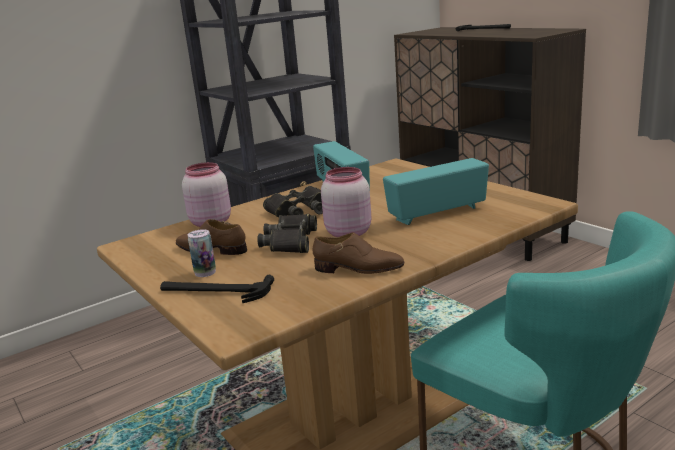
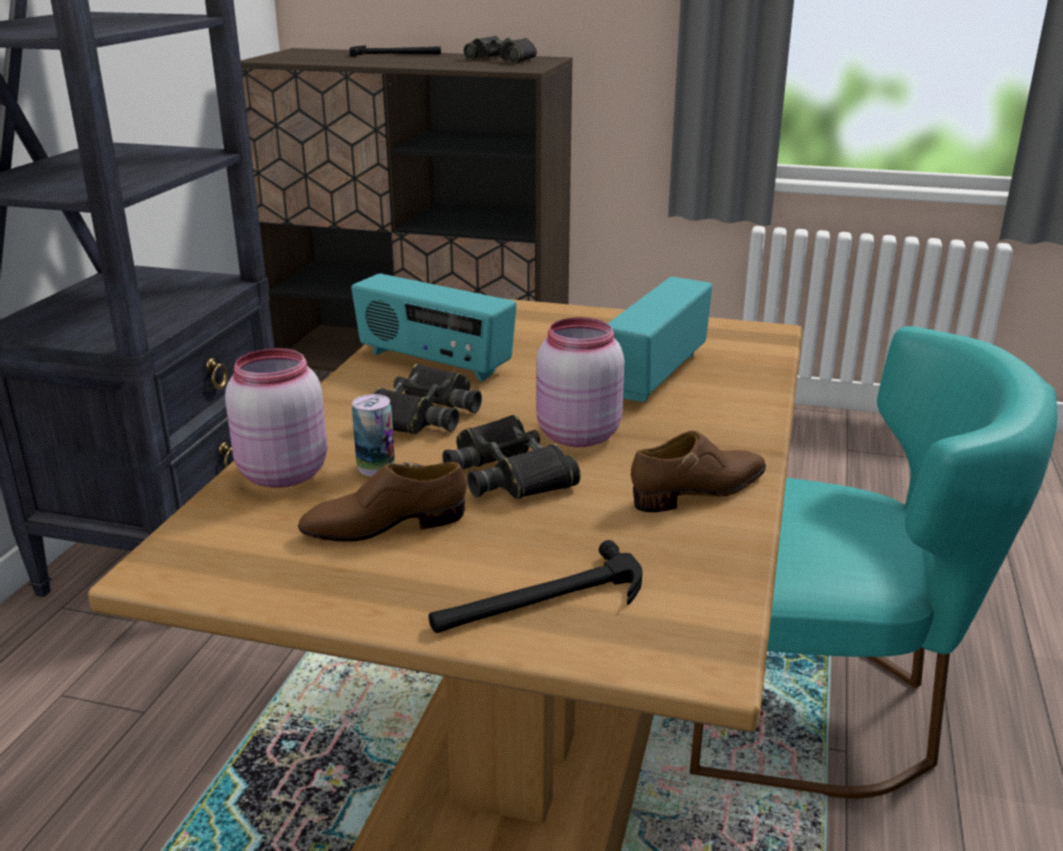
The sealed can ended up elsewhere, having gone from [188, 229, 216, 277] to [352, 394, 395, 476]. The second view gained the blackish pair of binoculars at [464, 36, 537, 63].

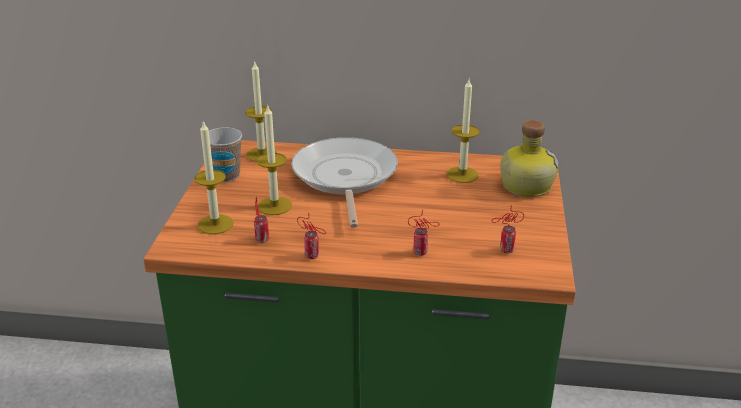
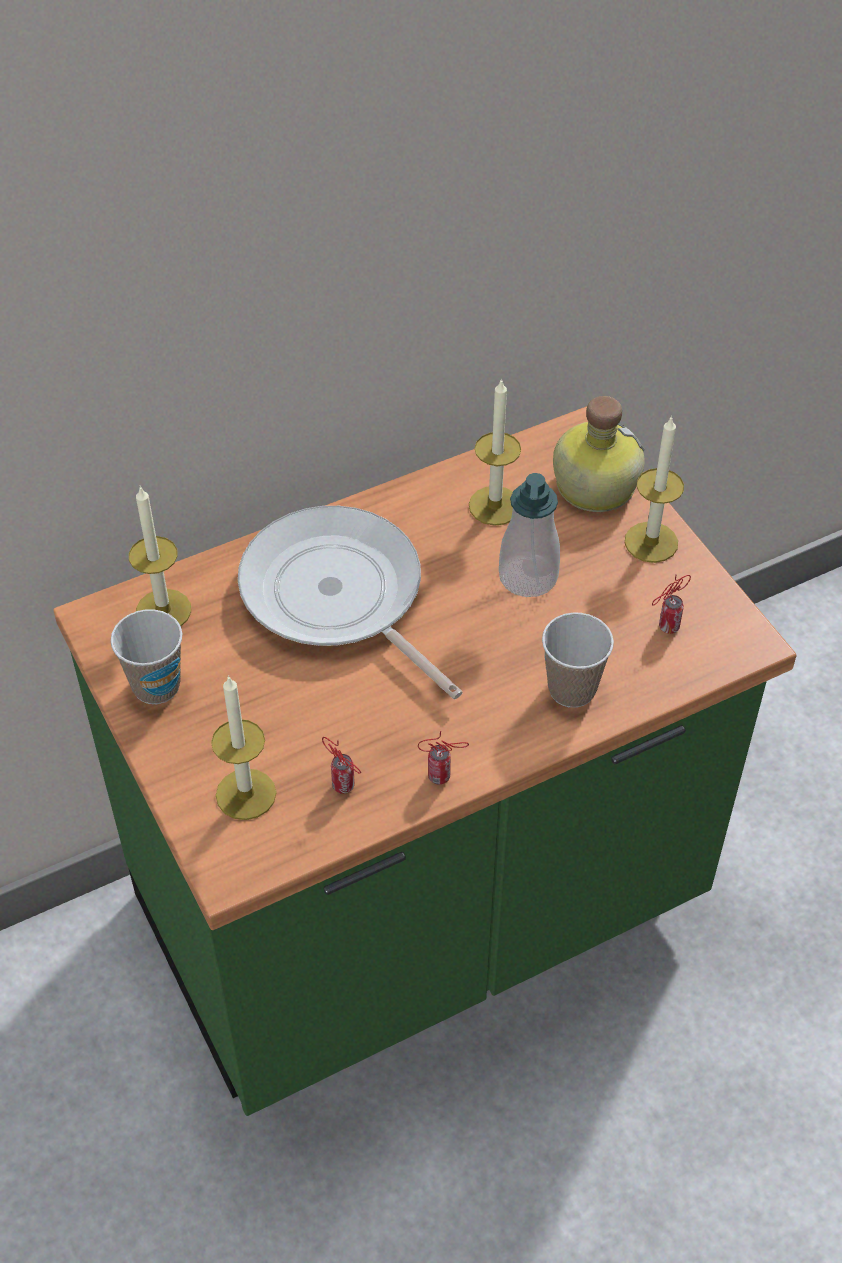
The wax light ended up elsewhere, having gone from [256, 104, 292, 215] to [625, 416, 684, 563]. Where the sealed can stood at [408, 210, 440, 256], the drinking cup came to stand at [542, 613, 614, 707]. The second view gained the liquid soap bottle at [499, 473, 560, 597].

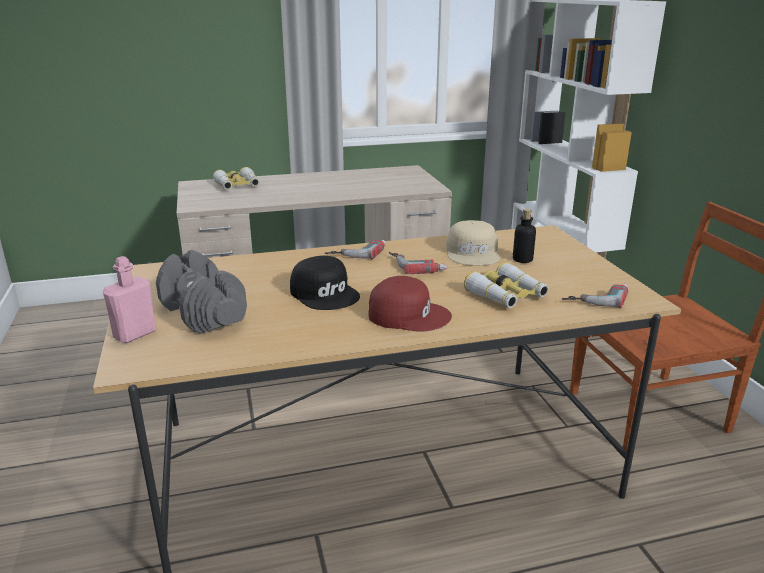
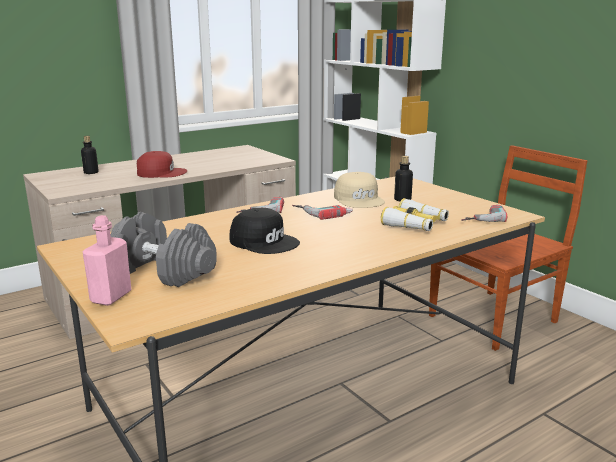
Where the pair of binoculars stood at [213, 167, 259, 190], the bottle came to stand at [81, 136, 99, 174]. The red-coloured baseball cap ended up elsewhere, having gone from [368, 276, 452, 332] to [137, 151, 187, 178].

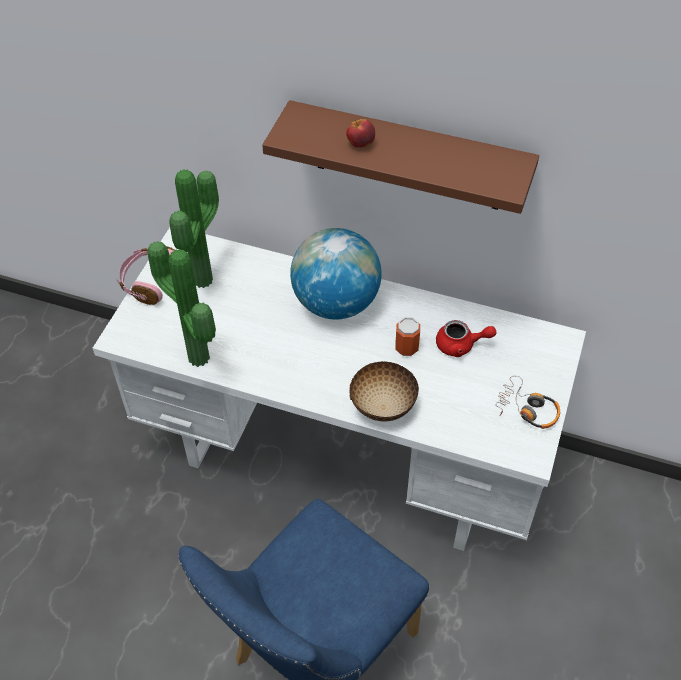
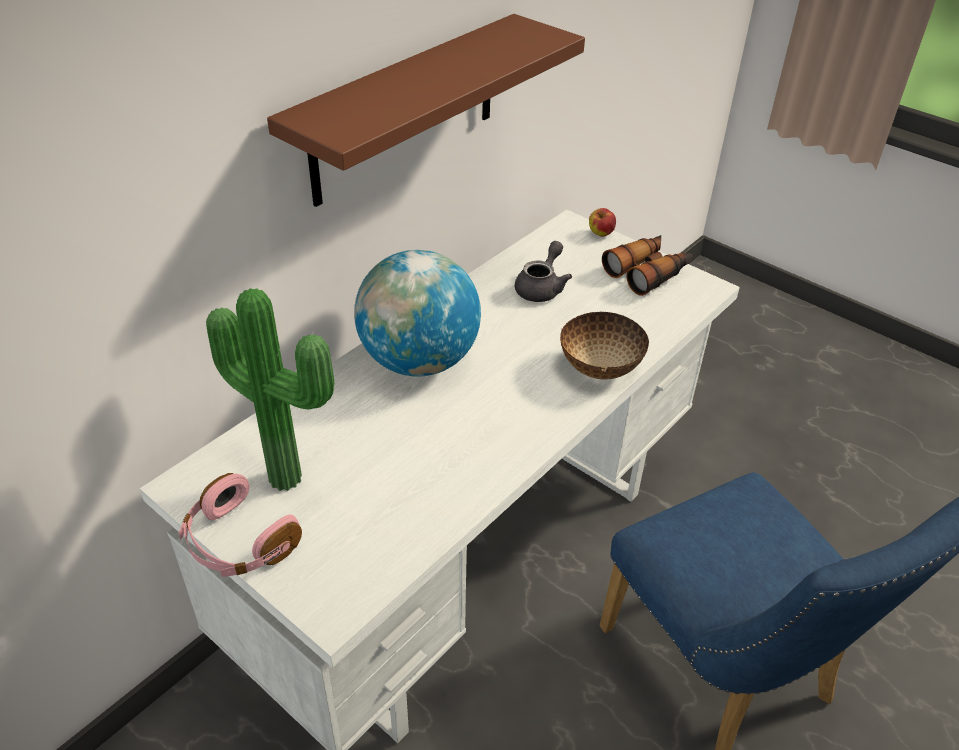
The second view lost the houseplant at [147, 241, 216, 367]. The apple fruit ended up elsewhere, having gone from [346, 119, 375, 148] to [589, 208, 616, 237]. The second view lost the sealed can at [395, 317, 420, 356]. What was the red-coloured tea pot at [436, 320, 497, 357] turned into the greyish tea pot at [515, 241, 572, 302]. Where the pair of headphones stood at [496, 376, 560, 429], the pair of binoculars came to stand at [602, 235, 693, 296].

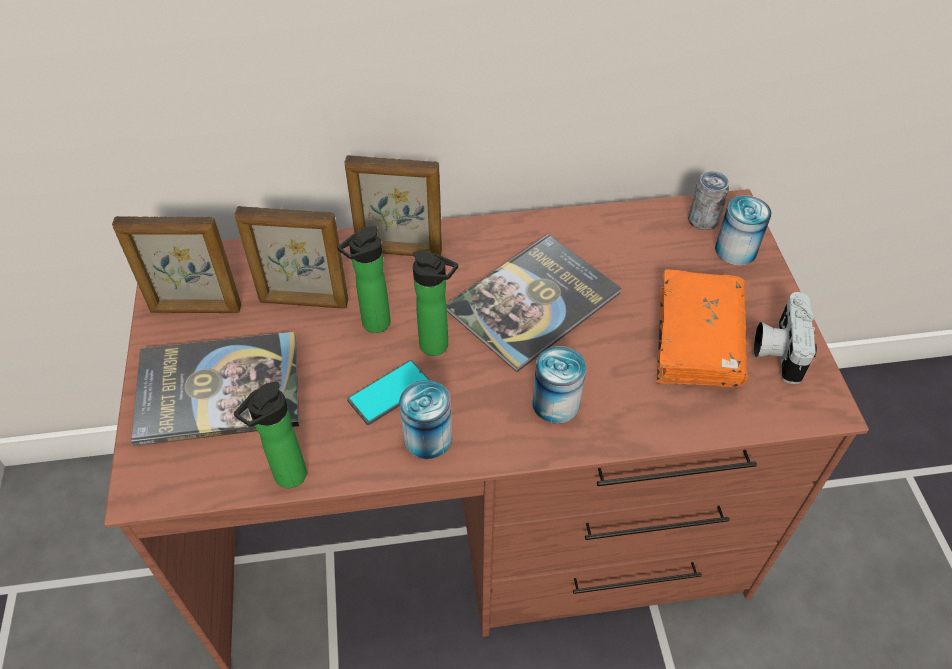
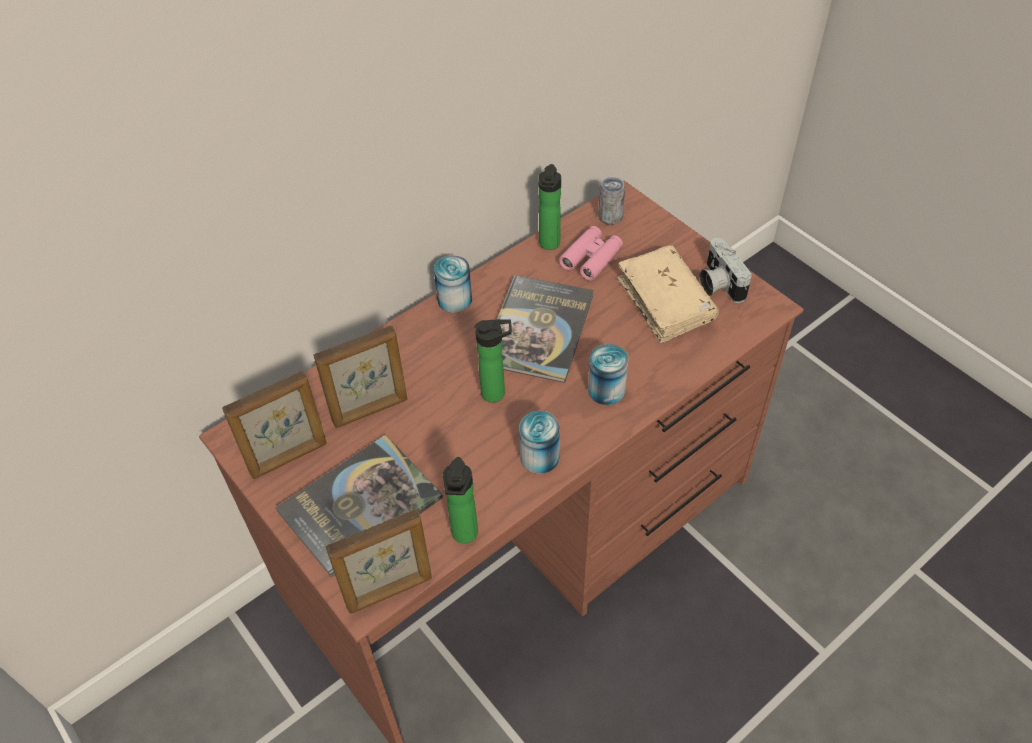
The bottle ended up elsewhere, having gone from [337, 226, 391, 333] to [539, 164, 561, 250]. The standing frame ended up elsewhere, having gone from [344, 155, 442, 256] to [325, 509, 432, 613]. The second view lost the handset at [347, 360, 431, 425]. What was the orange-coloured bound book at [656, 269, 748, 387] turned into the beige bound book at [618, 245, 719, 344]. The sealed can ended up elsewhere, having gone from [715, 195, 772, 266] to [434, 255, 472, 313]. The second view gained the pink pair of binoculars at [559, 226, 623, 281].

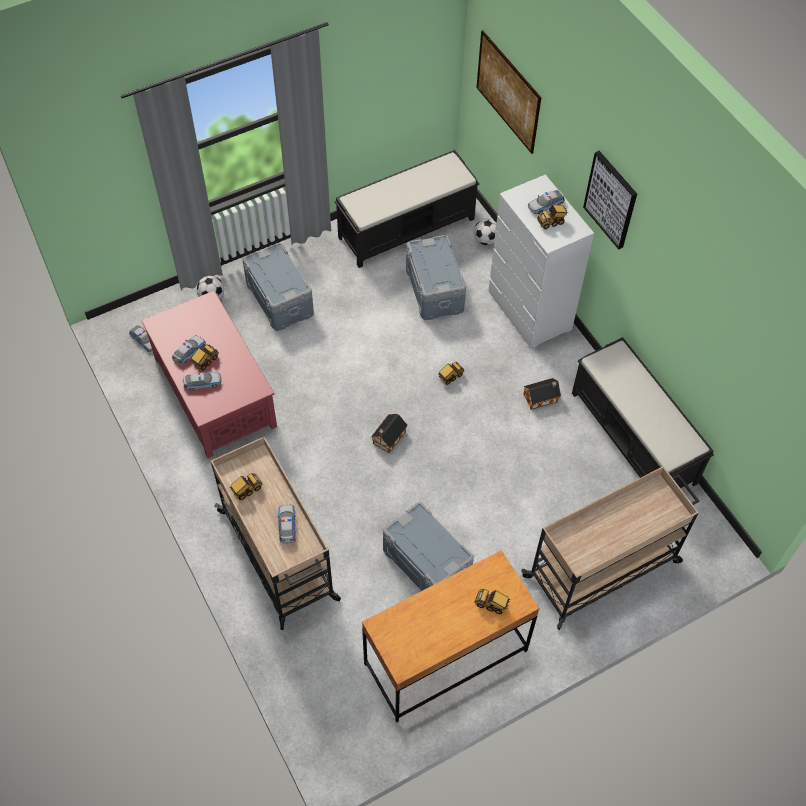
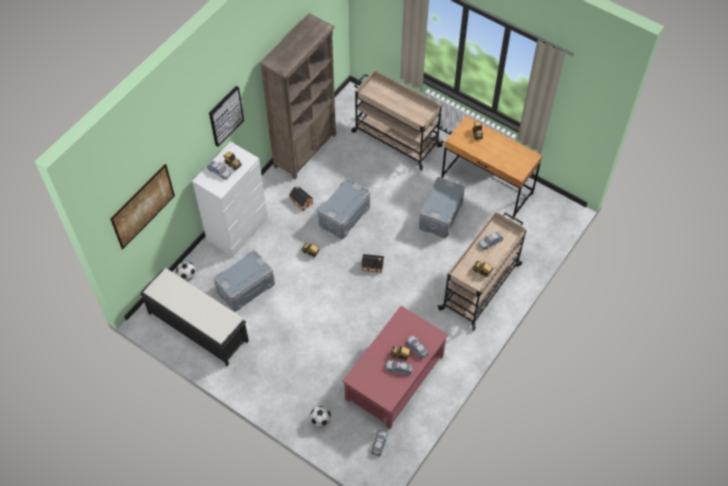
The greyish storage box ended up elsewhere, having gone from [242, 243, 314, 331] to [318, 178, 370, 239]. Where the blackish bench stood at [572, 337, 714, 488], the brown-coloured bookcase came to stand at [259, 13, 336, 179].

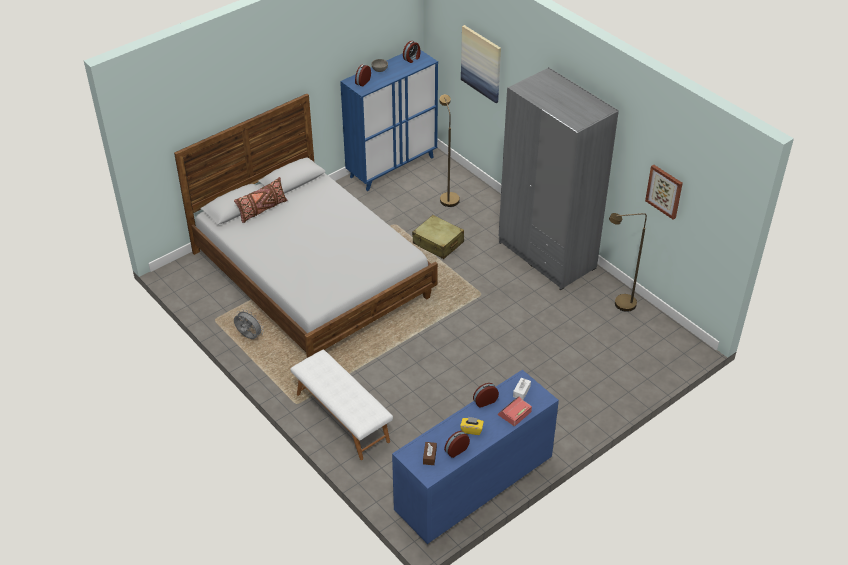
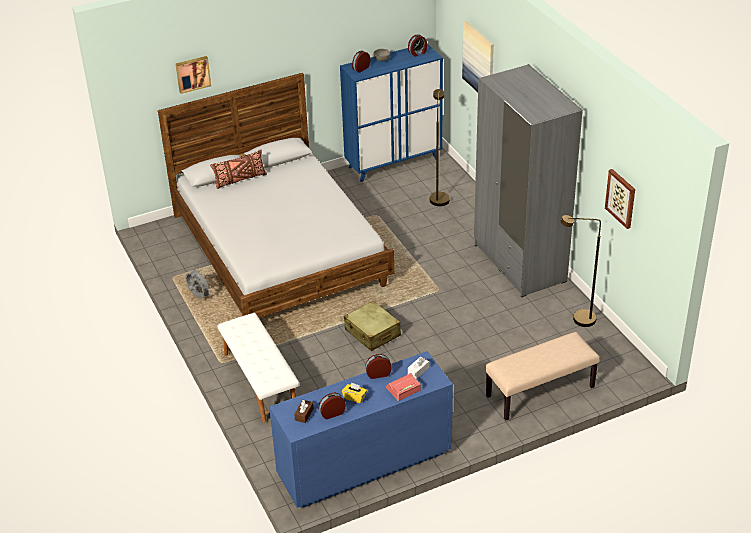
The beige suitcase ended up elsewhere, having gone from [412, 215, 464, 259] to [344, 301, 401, 351]. The second view gained the picture at [176, 56, 211, 94]. The second view gained the beige bench at [485, 332, 600, 420].

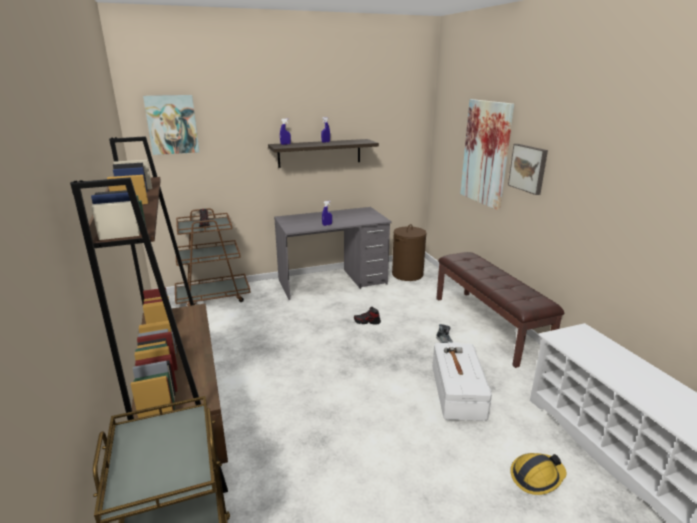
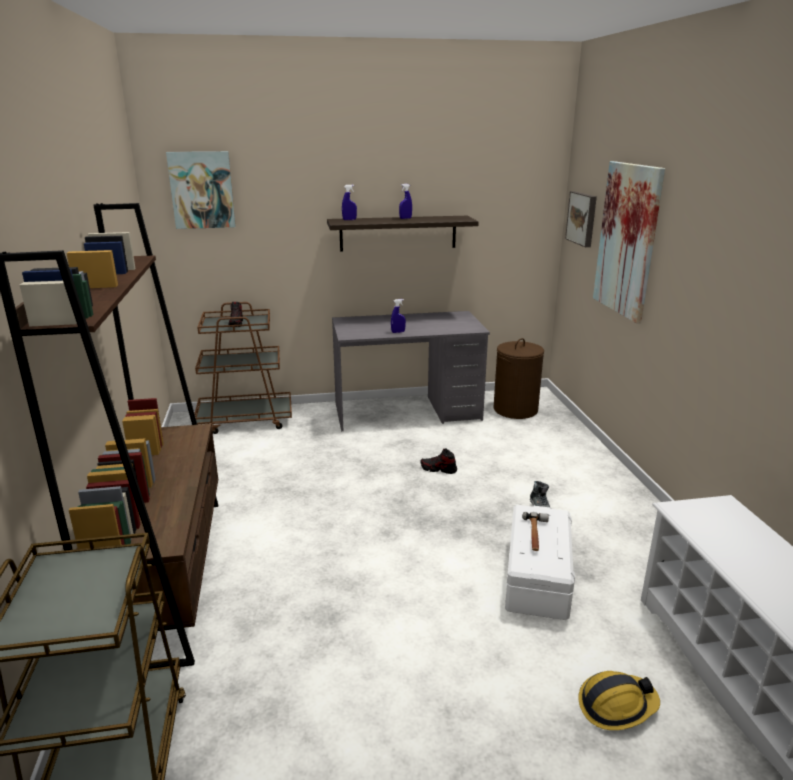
The second view lost the brown-coloured bench at [436, 252, 564, 368]. The picture ended up elsewhere, having gone from [508, 144, 548, 195] to [565, 191, 597, 247].

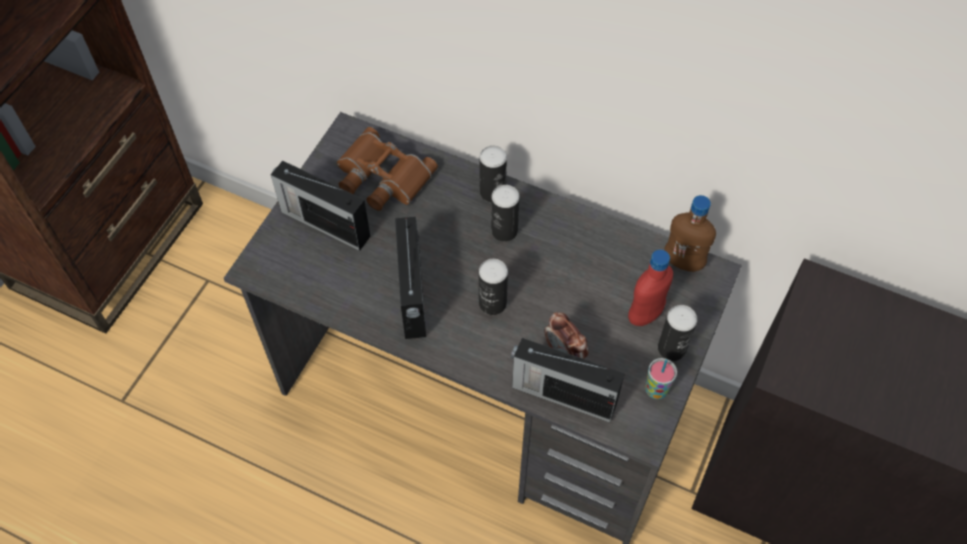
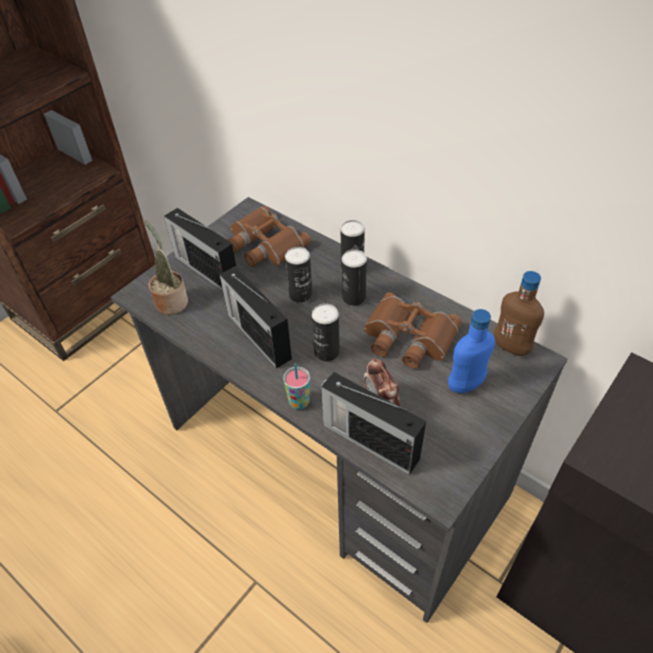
The radio at [395, 217, 426, 339] ended up facing another way, 135 degrees clockwise from before. What was the red-coloured bottle at [628, 250, 673, 326] turned into the blue-coloured bottle at [448, 309, 495, 394]. The drinking cup ended up elsewhere, having gone from [645, 358, 677, 399] to [283, 363, 310, 410]. The sealed can ended up elsewhere, having gone from [658, 305, 697, 361] to [285, 247, 312, 303]. The second view gained the houseplant at [144, 220, 188, 315]. The second view gained the brown-coloured pair of binoculars at [364, 293, 462, 369].

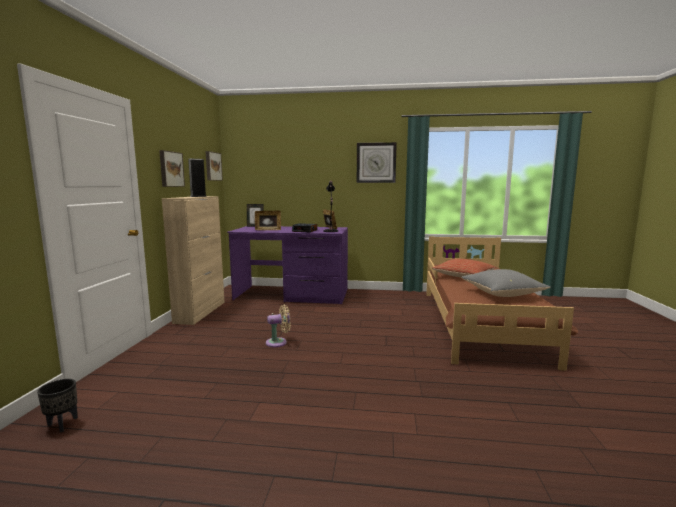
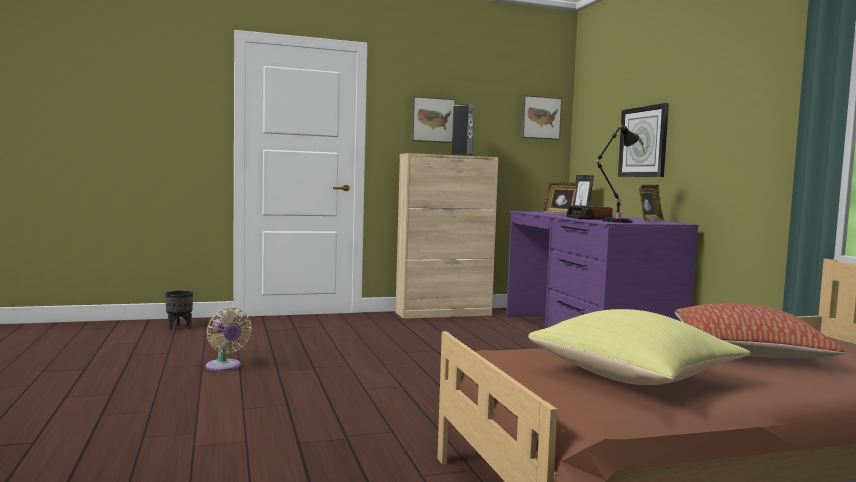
The beige electric fan ended up elsewhere, having gone from [266, 305, 290, 347] to [206, 307, 252, 371]. The wall clock ended up elsewhere, having gone from [357, 142, 397, 183] to [618, 103, 669, 177]. What was the greyish throw pillow at [461, 269, 551, 297] turned into the yellow-coloured throw pillow at [528, 309, 751, 385].

